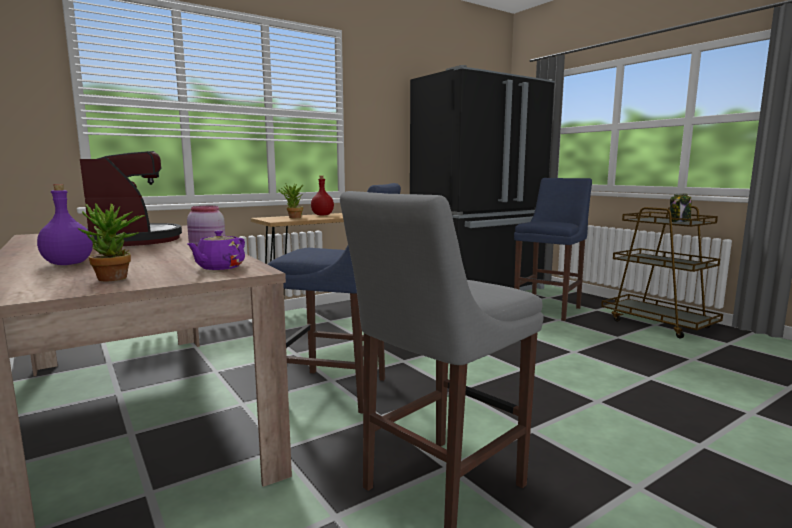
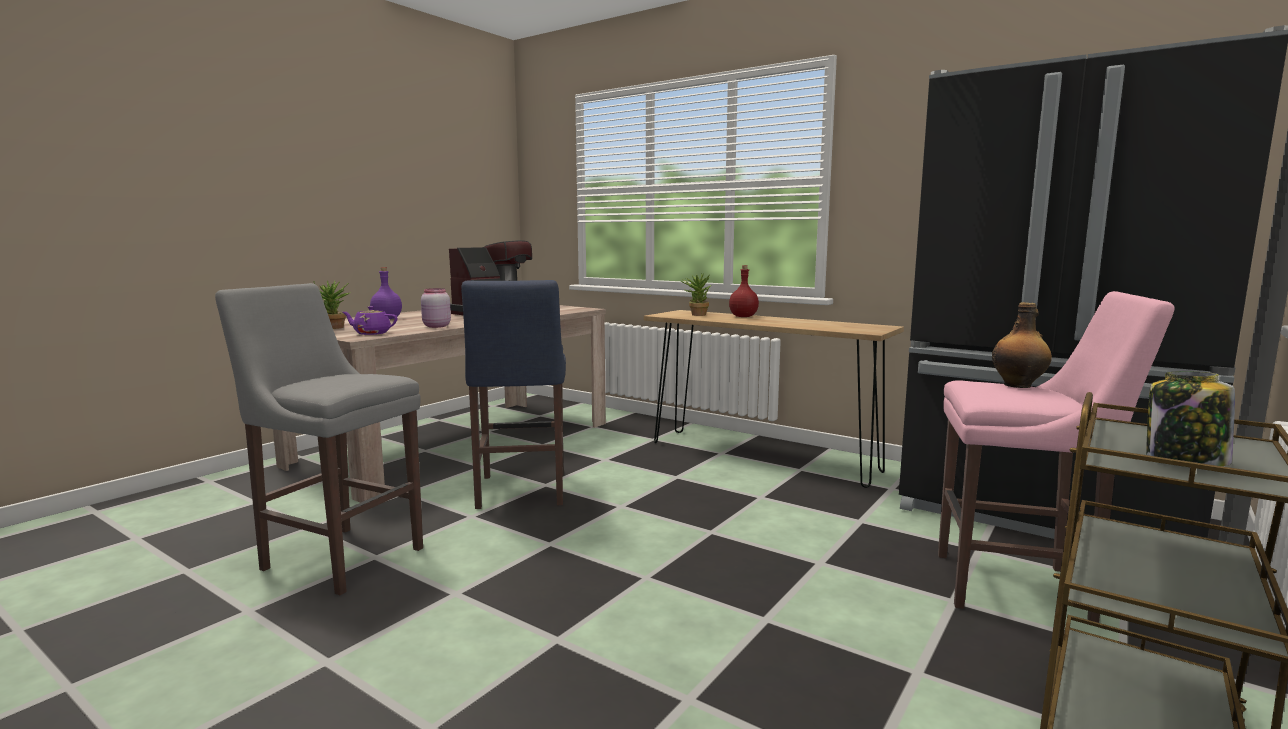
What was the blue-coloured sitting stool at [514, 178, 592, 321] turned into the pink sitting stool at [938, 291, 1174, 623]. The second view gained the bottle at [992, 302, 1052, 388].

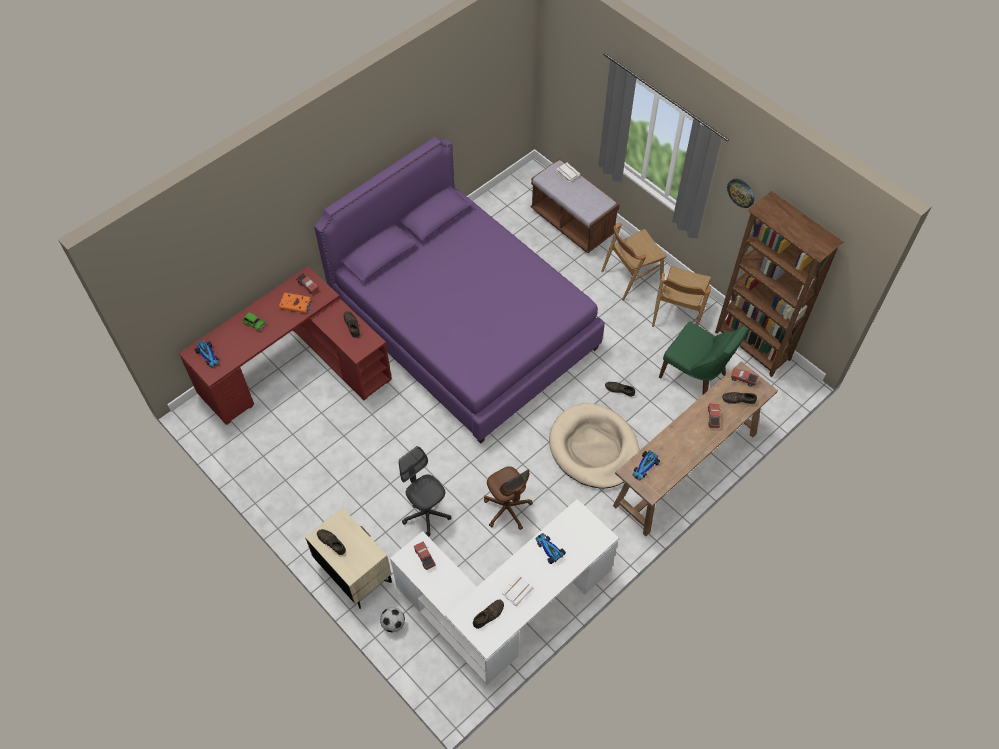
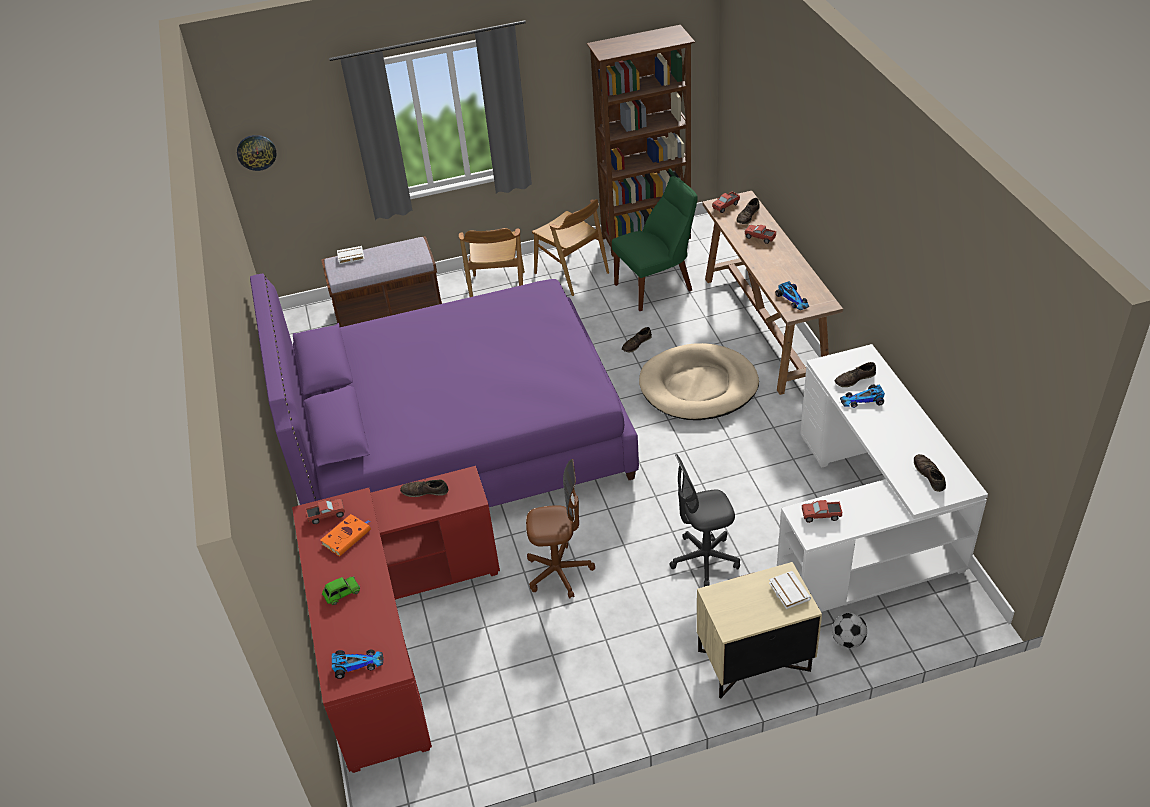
The brown-coloured low shoe ended up elsewhere, having gone from [317, 529, 346, 555] to [835, 362, 876, 387]. The brown-coloured desk chair ended up elsewhere, having gone from [484, 466, 533, 530] to [526, 459, 595, 598]. The white bound book ended up elsewhere, having gone from [502, 575, 534, 606] to [769, 571, 811, 609]. The wall clock ended up elsewhere, having gone from [727, 179, 754, 208] to [237, 135, 277, 171].

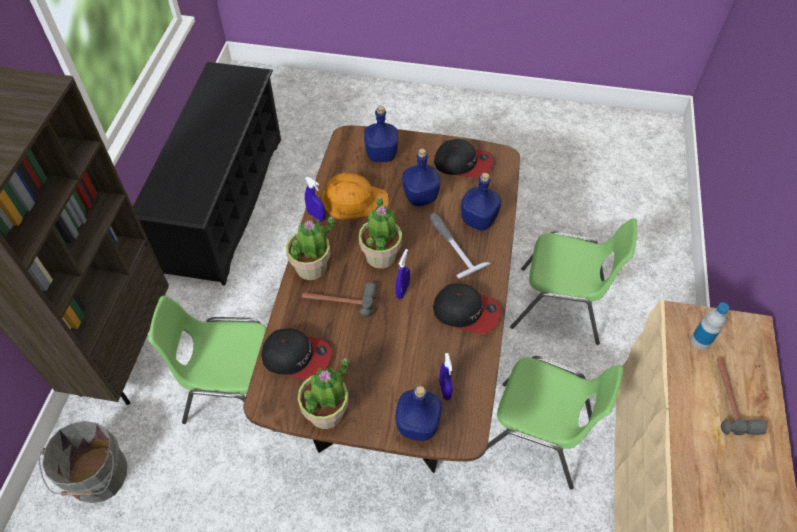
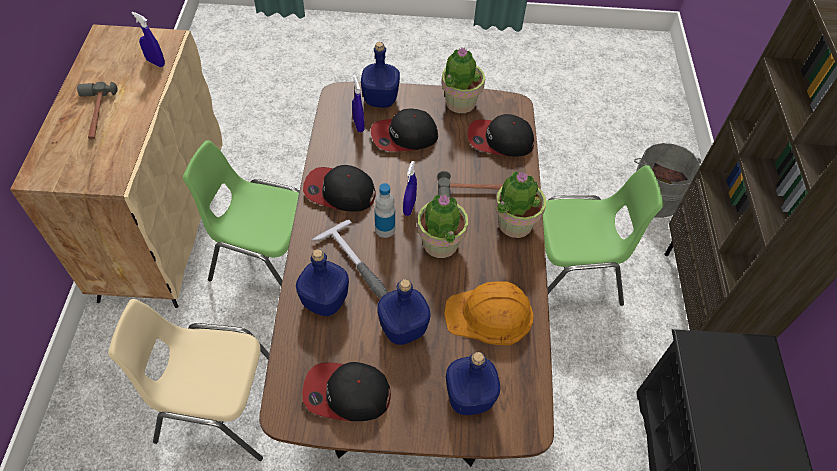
The blue-coloured sprayer ended up elsewhere, having gone from [305, 177, 325, 221] to [132, 12, 165, 67]. What was the greenish chair at [510, 218, 637, 345] turned into the beige chair at [108, 299, 269, 461]. The bottle ended up elsewhere, having gone from [690, 303, 729, 350] to [375, 183, 395, 238]. The second view gained the baseball cap at [371, 108, 438, 152].

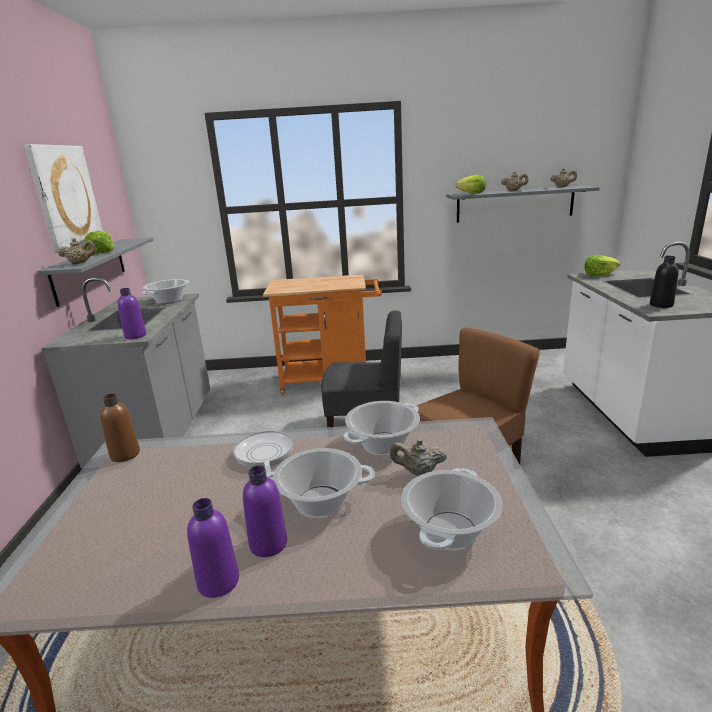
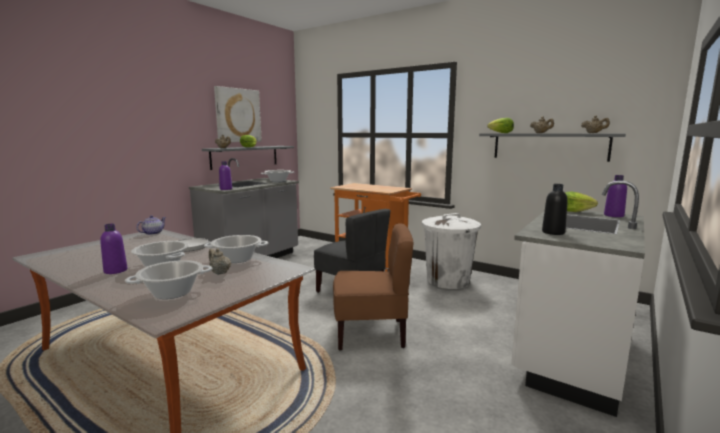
Where the brown-coloured bottle stood at [100, 394, 140, 462], the tea pot came to stand at [136, 215, 166, 235]. The purple bottle ended up elsewhere, having gone from [187, 498, 239, 598] to [604, 175, 627, 217]. The second view gained the white rubbish bin at [422, 213, 481, 289].

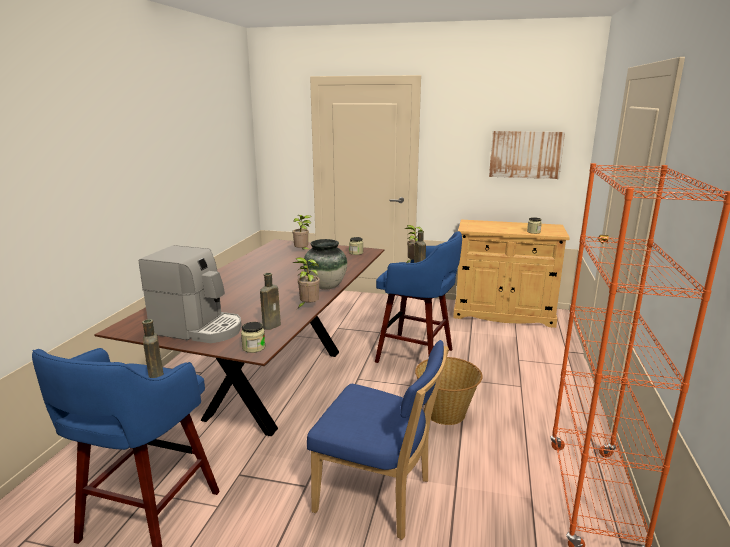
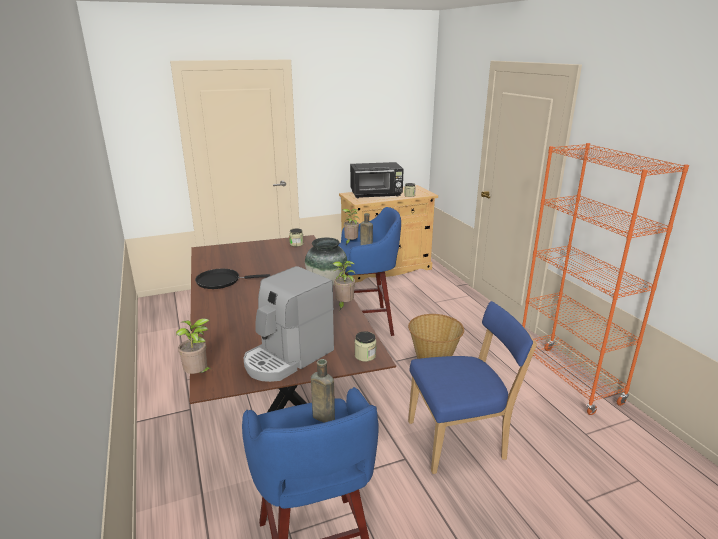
The coffee brewer at [139, 245, 242, 343] ended up facing another way, 150 degrees clockwise from before. The second view lost the brown-coloured bottle at [260, 273, 281, 330]. The houseplant ended up elsewhere, having gone from [292, 215, 311, 250] to [176, 319, 213, 374]. The second view lost the picture at [489, 131, 565, 179]. The second view gained the blackish pan at [195, 269, 270, 289]. The second view gained the blackish microwave at [350, 162, 404, 198].

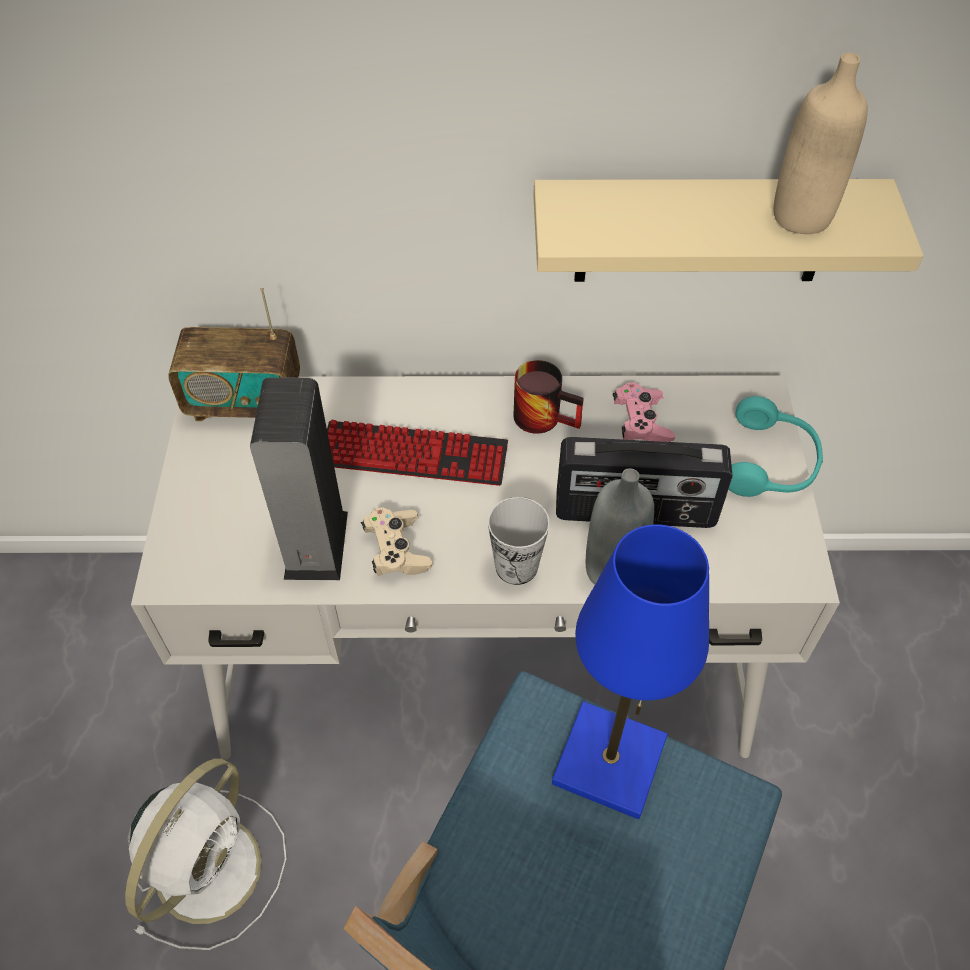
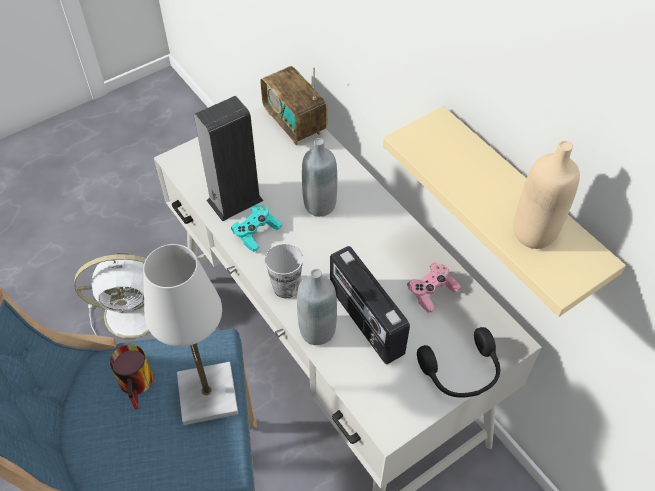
Where the PC keyboard stood at [327, 420, 508, 486], the greyish bottle came to stand at [302, 138, 337, 217]. What was the beige game controller at [361, 508, 432, 576] turned into the turquoise-coloured game controller at [231, 205, 282, 252]. The mug ended up elsewhere, having gone from [513, 360, 584, 434] to [110, 344, 153, 409]. What was the blue-coloured tabletop lamp at [552, 524, 709, 819] turned into the white tabletop lamp at [143, 244, 238, 425]. What was the turquoise-coloured pair of headphones at [729, 396, 823, 497] turned into the blackish pair of headphones at [417, 327, 500, 398].

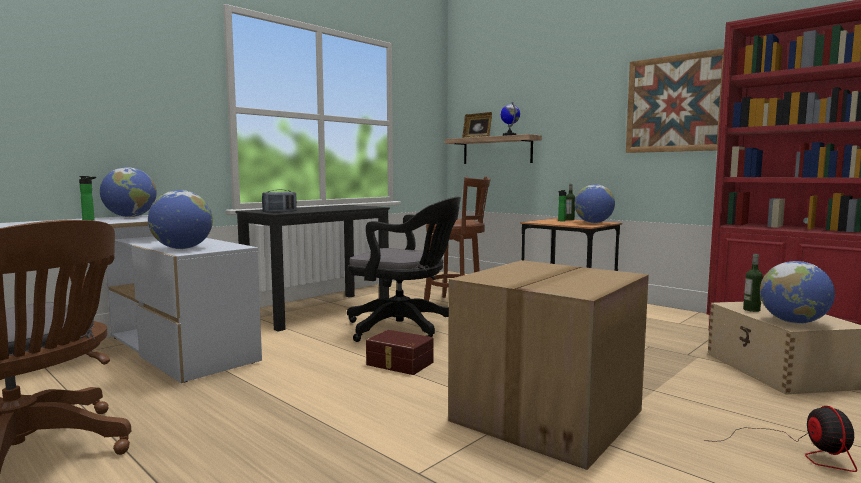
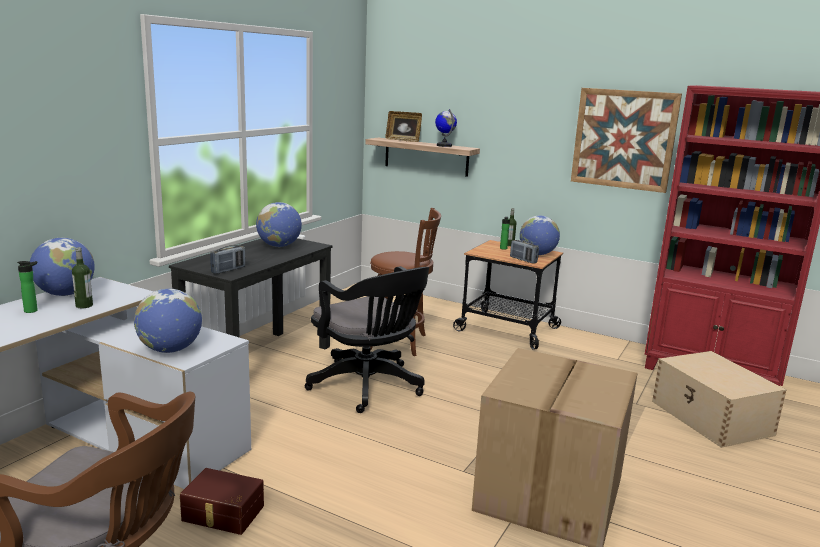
The blackish desk chair at [347, 197, 461, 342] ended up facing another way, 45 degrees clockwise from before. The brown-coloured storage box ended up elsewhere, having gone from [366, 330, 434, 375] to [180, 468, 264, 535]. The second view lost the electric fan at [704, 406, 857, 472]. The bottle ended up elsewhere, having gone from [743, 254, 763, 312] to [72, 247, 93, 308]. The world globe ended up elsewhere, having gone from [760, 261, 835, 324] to [256, 202, 302, 247]. The second view gained the radio at [510, 240, 539, 264].

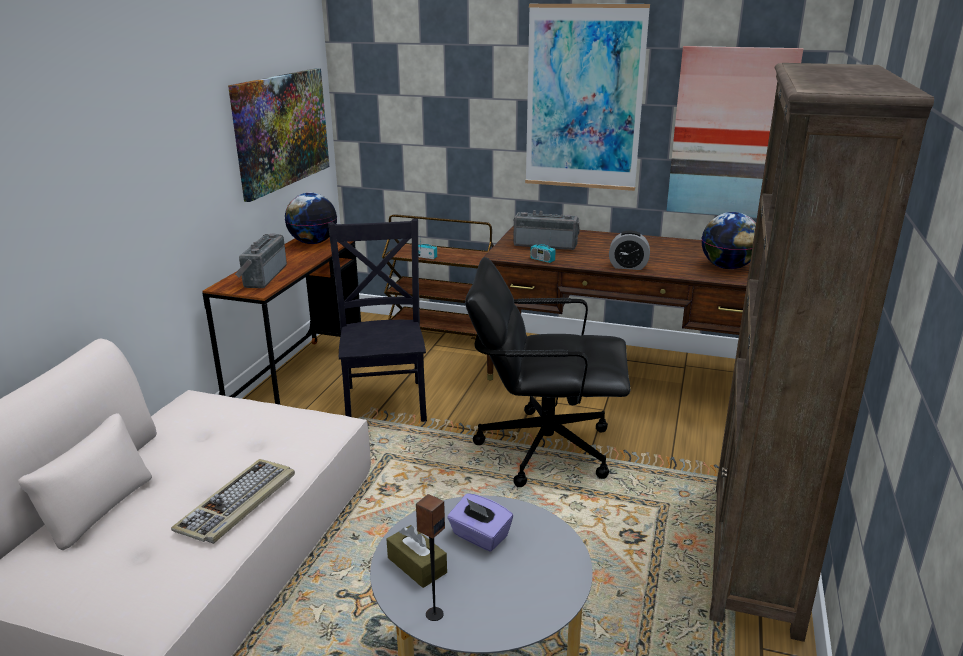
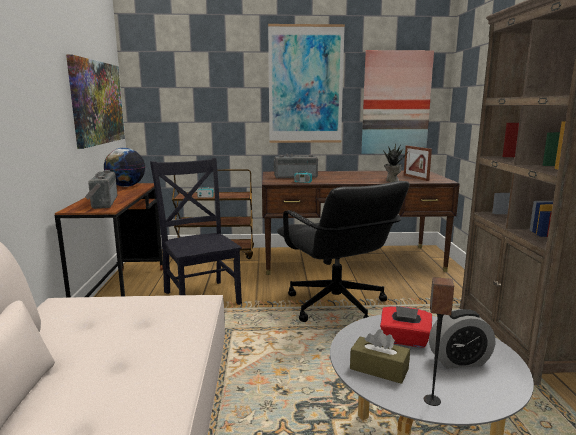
The second view lost the PC keyboard at [171, 459, 295, 544]. What was the purple tissue holder at [447, 493, 513, 551] turned into the red-coloured tissue holder at [380, 306, 432, 348]. The blackish desk chair at [465, 257, 630, 487] ended up facing another way, 105 degrees counterclockwise from before. The bedside clock ended up elsewhere, having gone from [609, 231, 650, 270] to [429, 309, 495, 369]. Where the world globe stood at [702, 212, 756, 269], the standing frame came to stand at [404, 146, 432, 181]. The second view gained the houseplant at [383, 144, 408, 182].

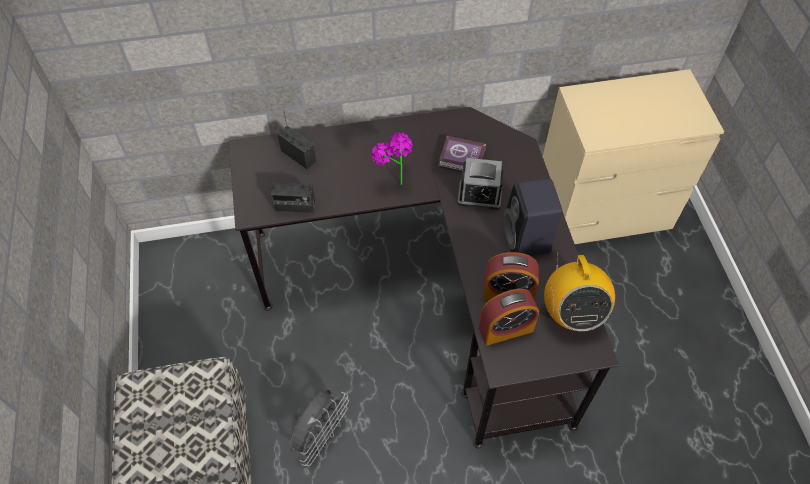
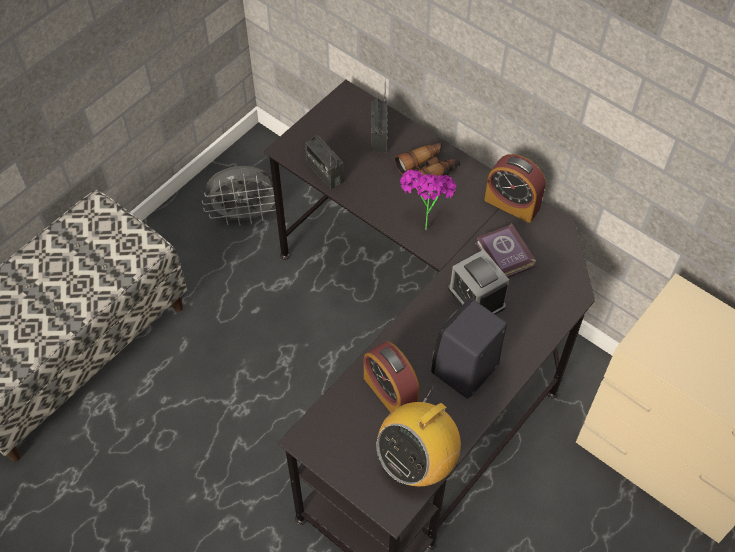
The greyish electric fan ended up elsewhere, having gone from [290, 389, 349, 466] to [202, 166, 276, 226]. The bedside clock ended up elsewhere, having gone from [479, 289, 539, 346] to [484, 154, 546, 223]. The second view gained the pair of binoculars at [395, 140, 460, 192].

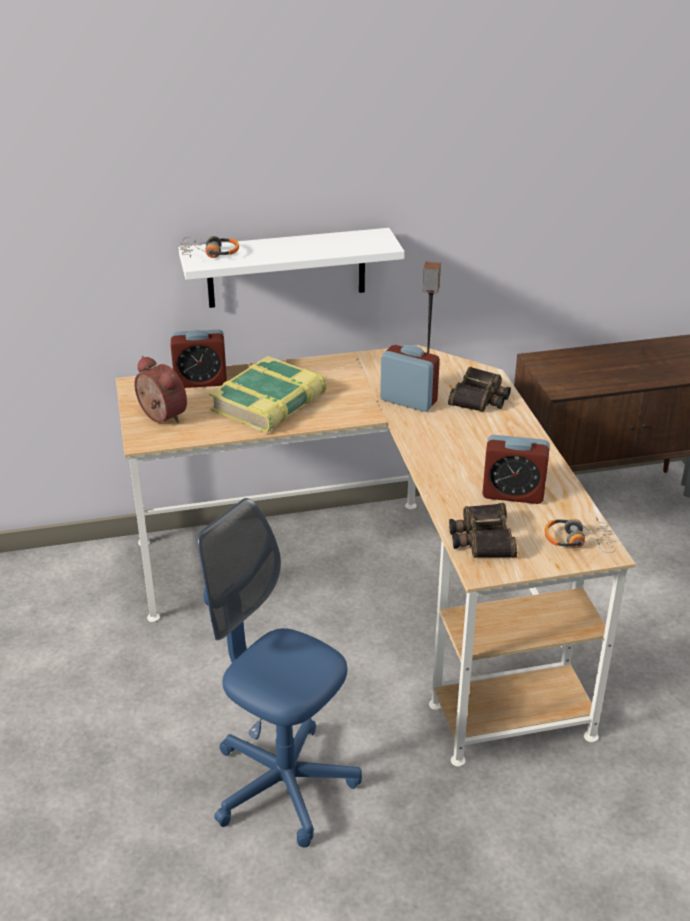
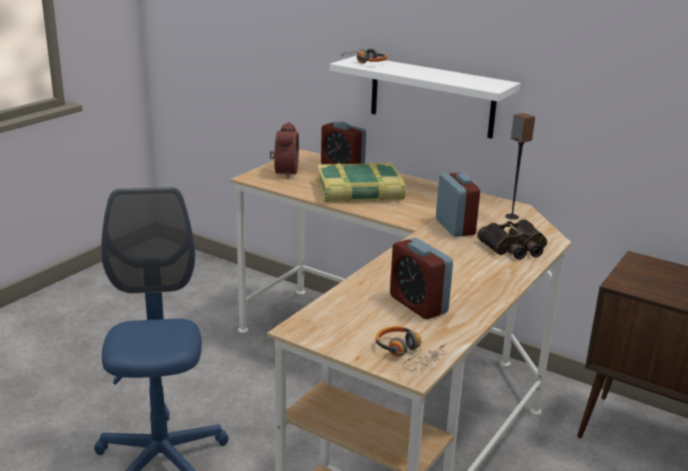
The second view lost the pair of binoculars at [449, 503, 517, 558].

